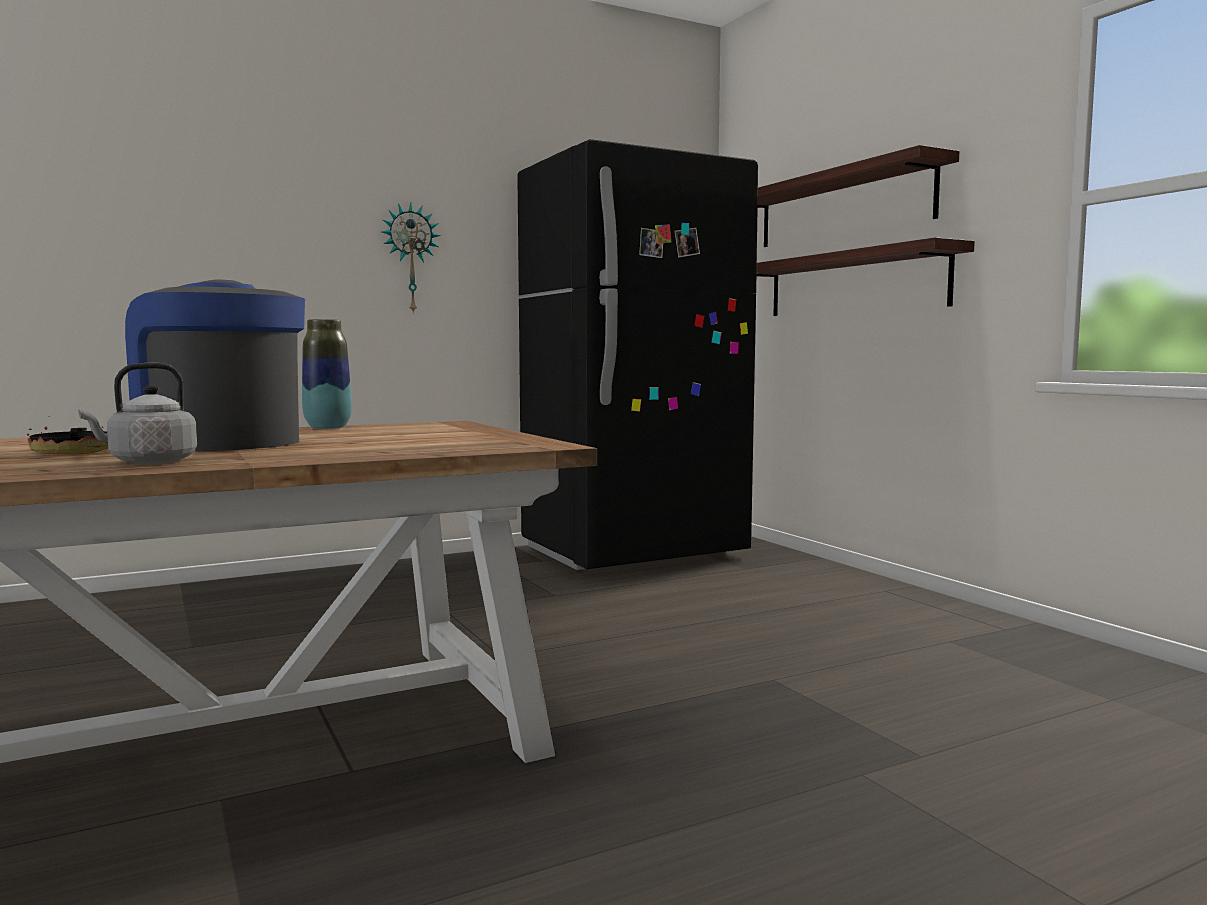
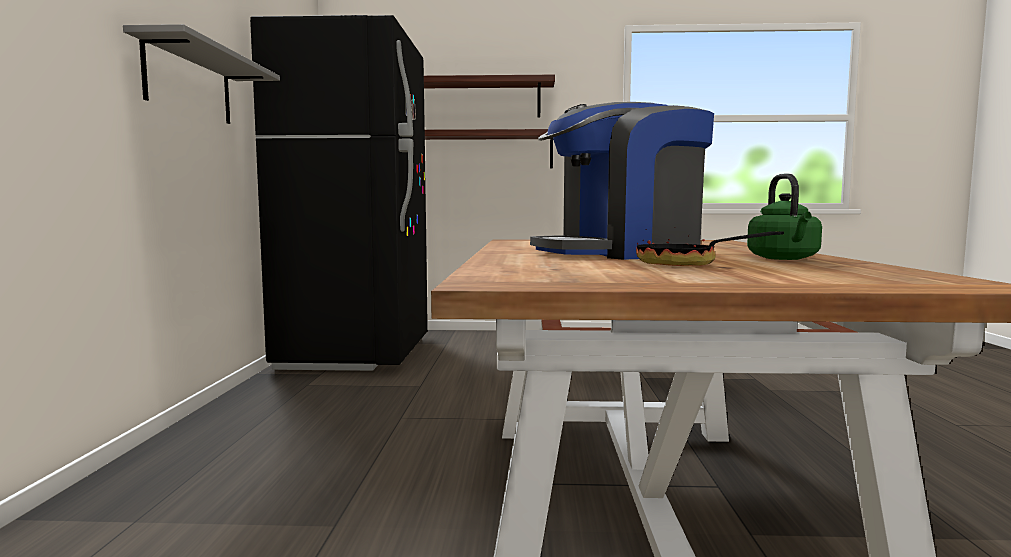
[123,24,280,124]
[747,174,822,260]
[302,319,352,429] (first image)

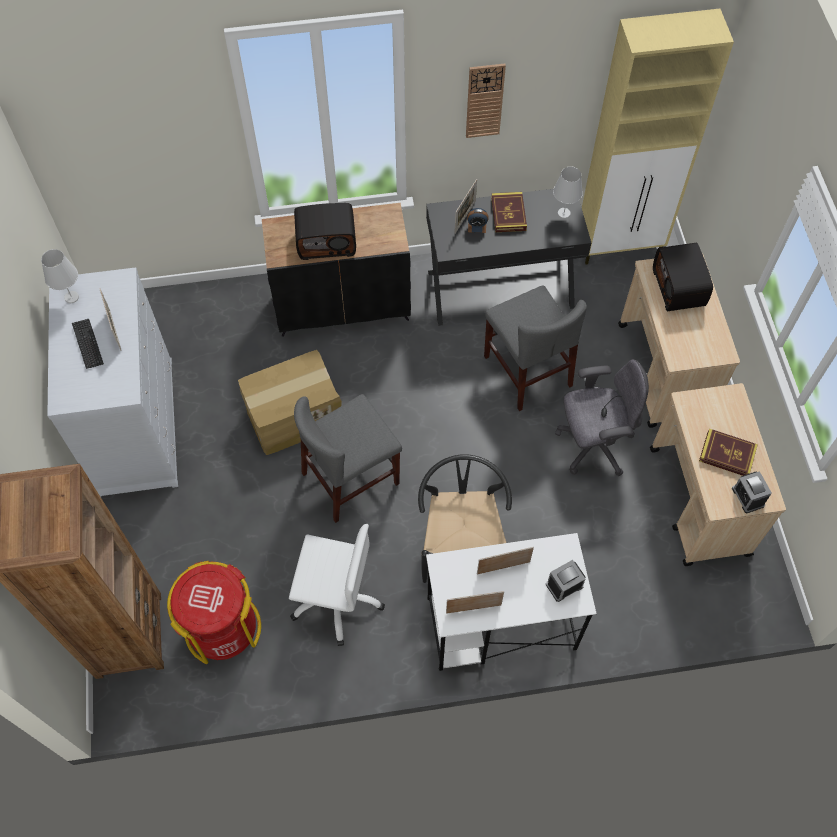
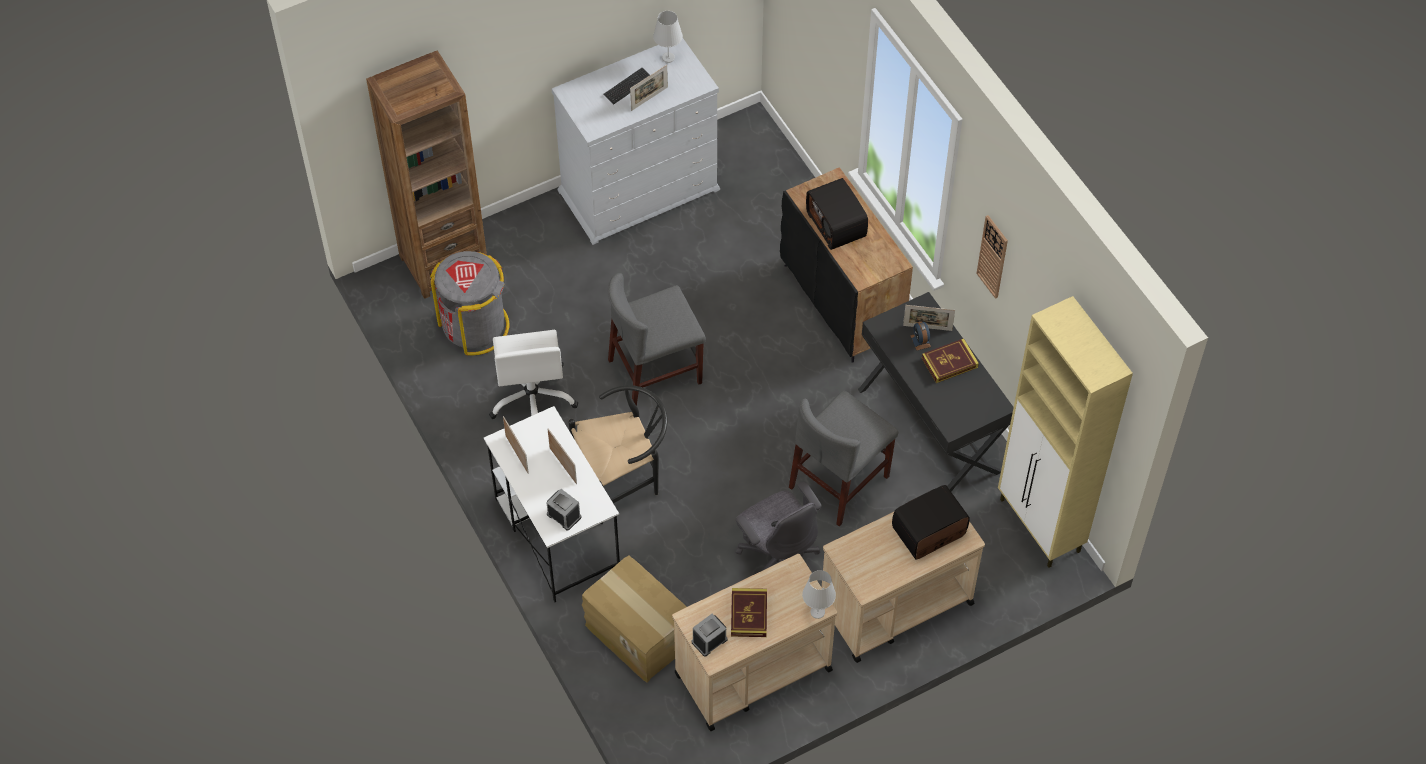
[430,251,509,356]
[582,555,687,683]
[608,273,706,406]
[802,570,836,619]

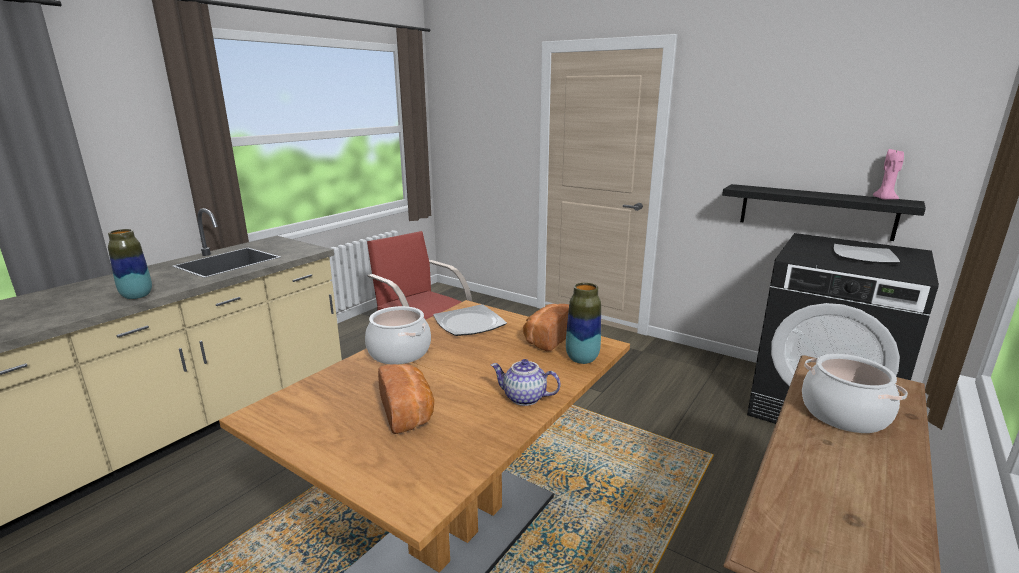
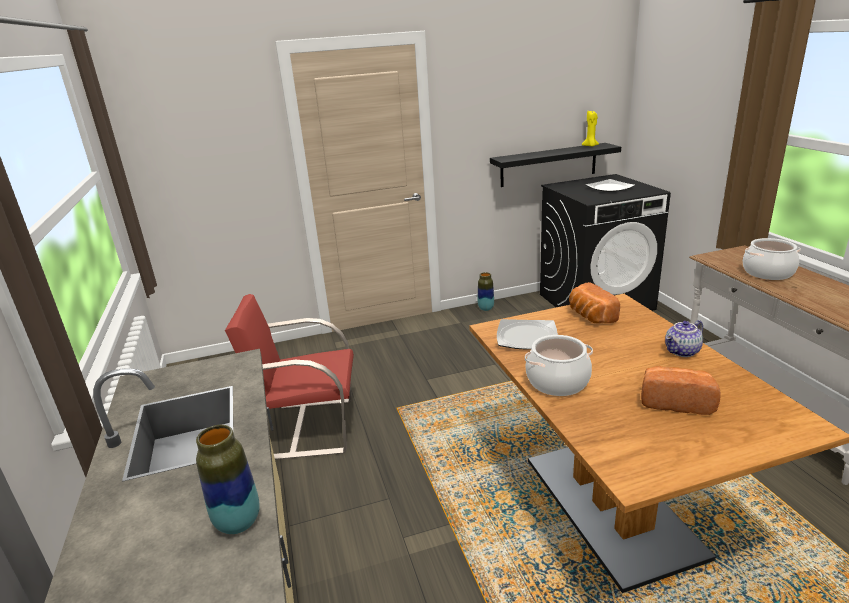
[477,272,494,311]
[582,111,599,147]

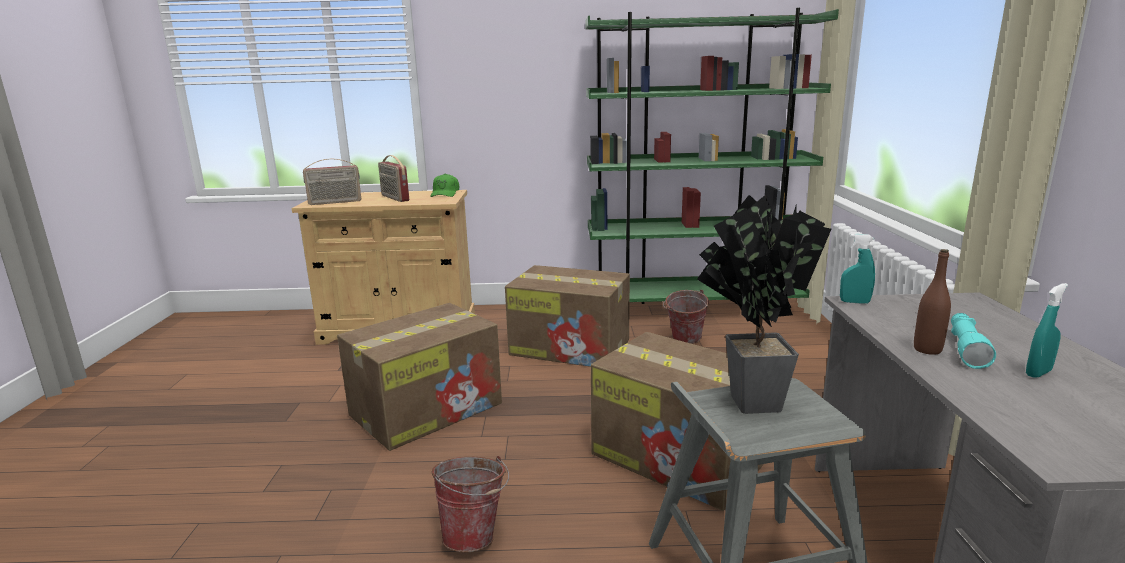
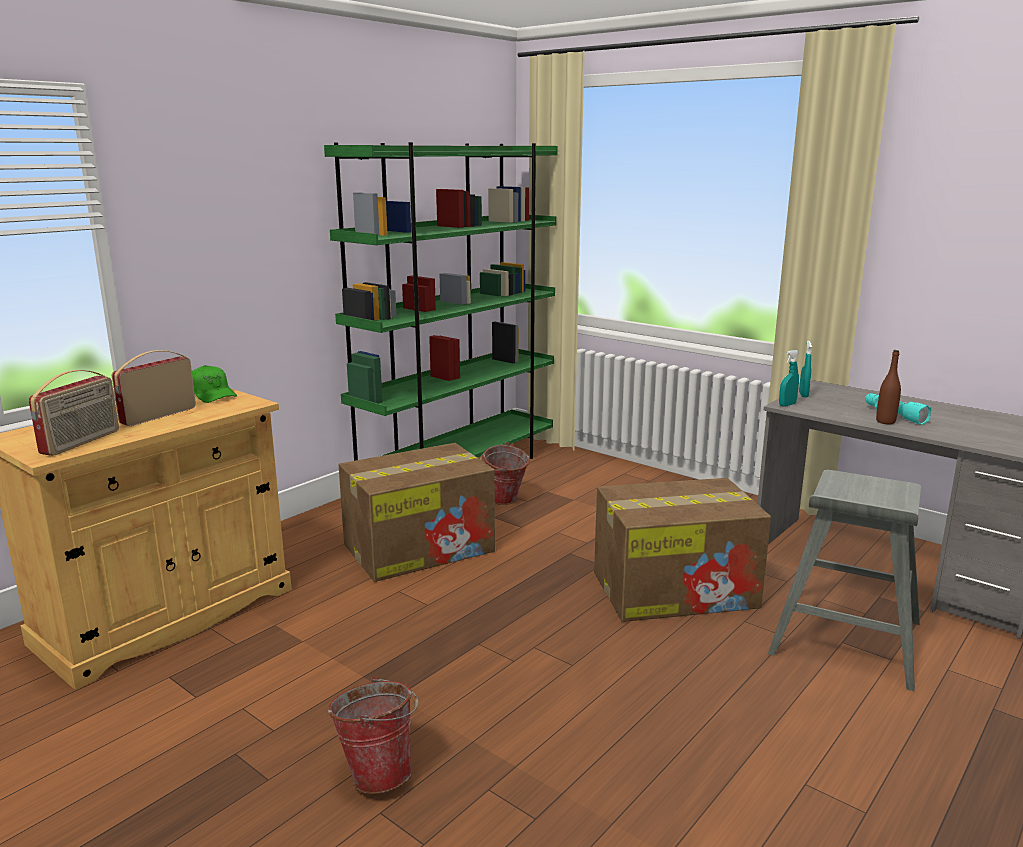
[112,350,196,426]
[328,676,419,794]
[799,341,812,398]
[337,303,502,451] (first image)
[697,195,831,414] (first image)

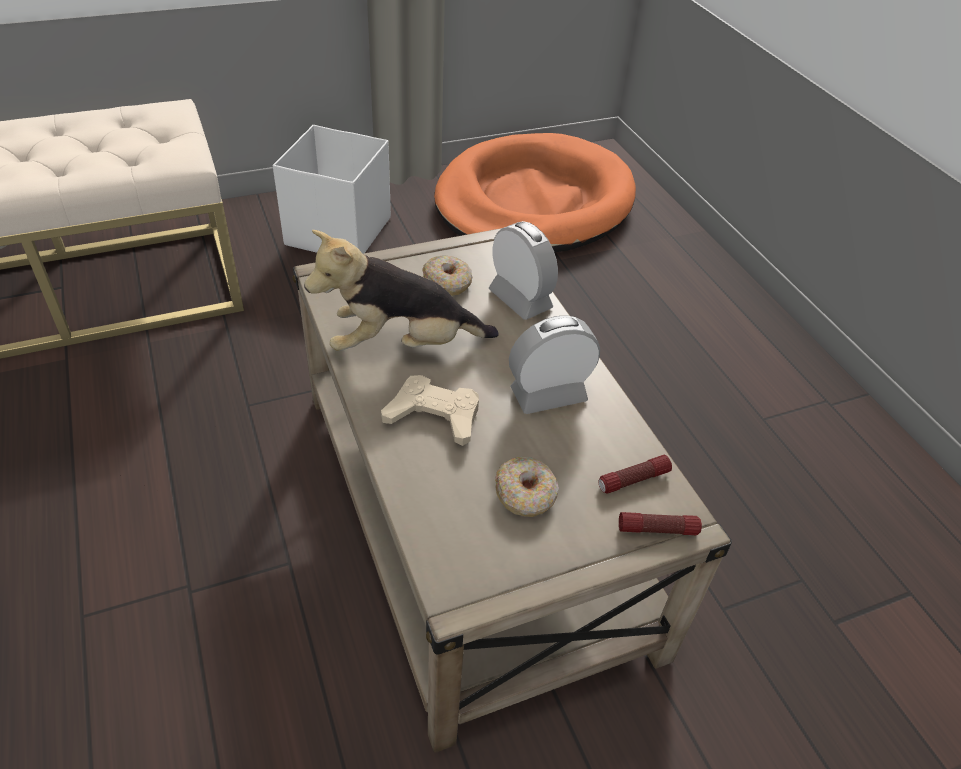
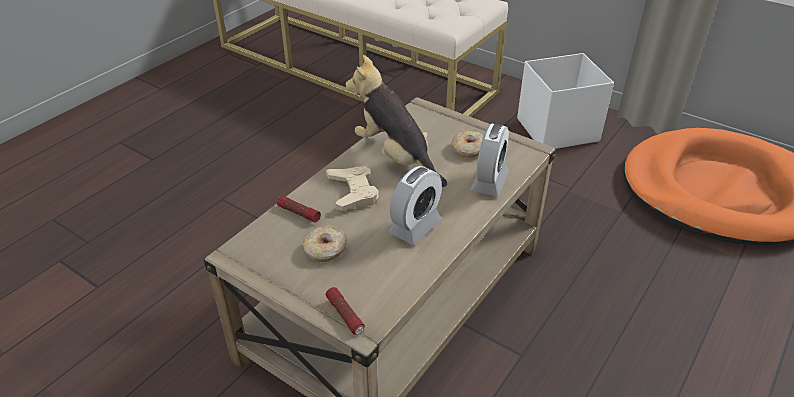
[277,196,321,223]
[389,166,442,245]

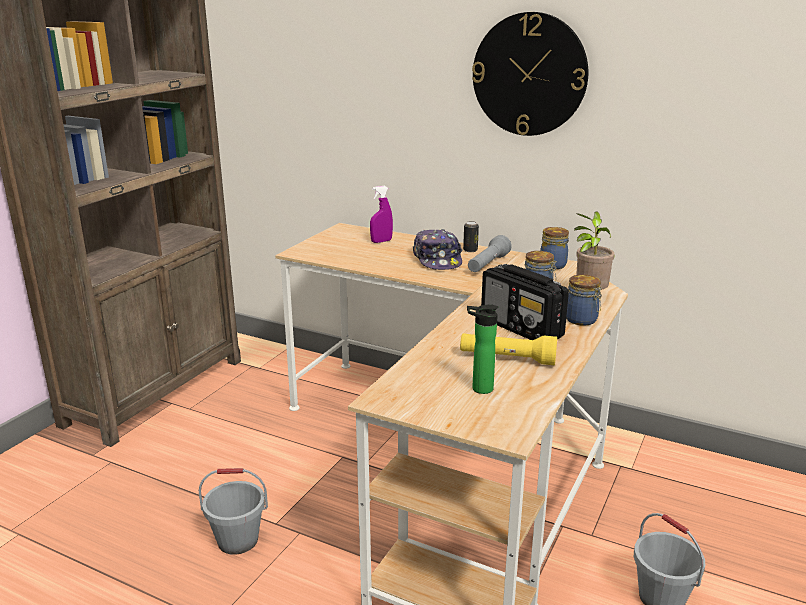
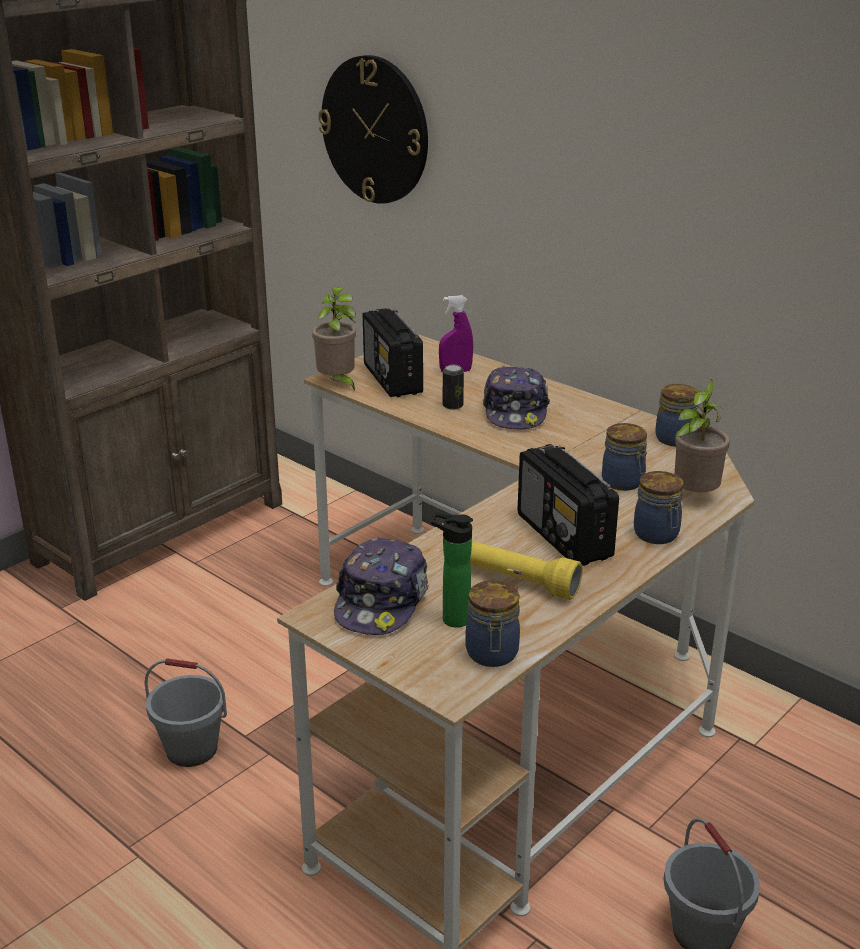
[312,286,356,391]
[318,55,428,204]
[334,537,429,635]
[363,308,423,397]
[443,365,464,410]
[465,580,520,667]
[468,235,512,272] (first image)

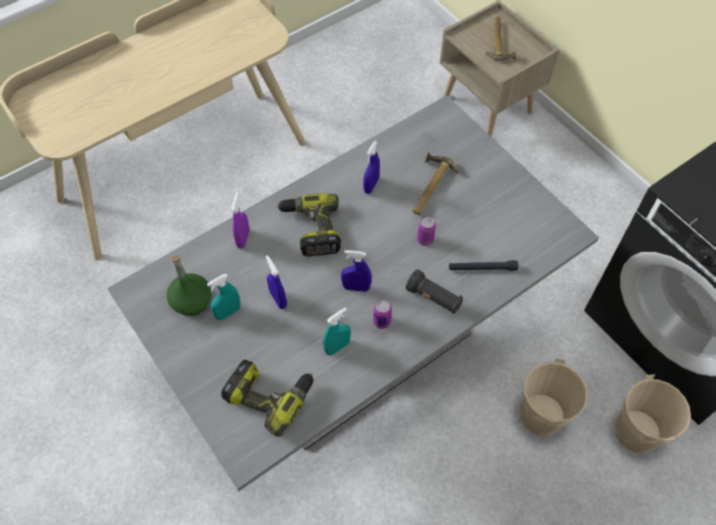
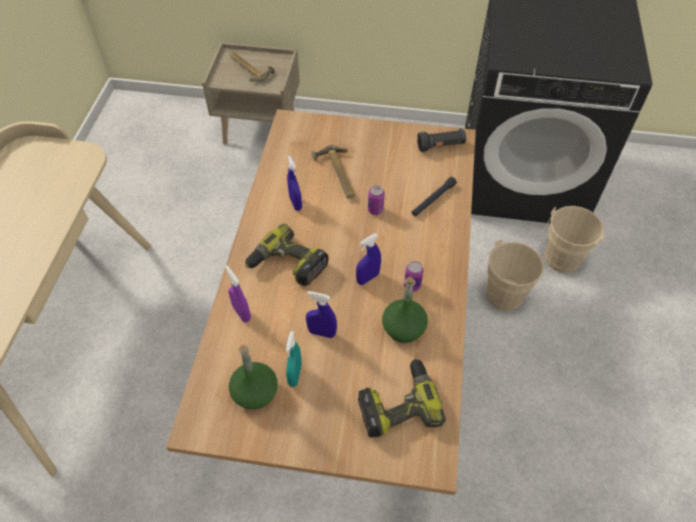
[166,109,476,495]
[382,277,428,343]
[417,128,467,152]

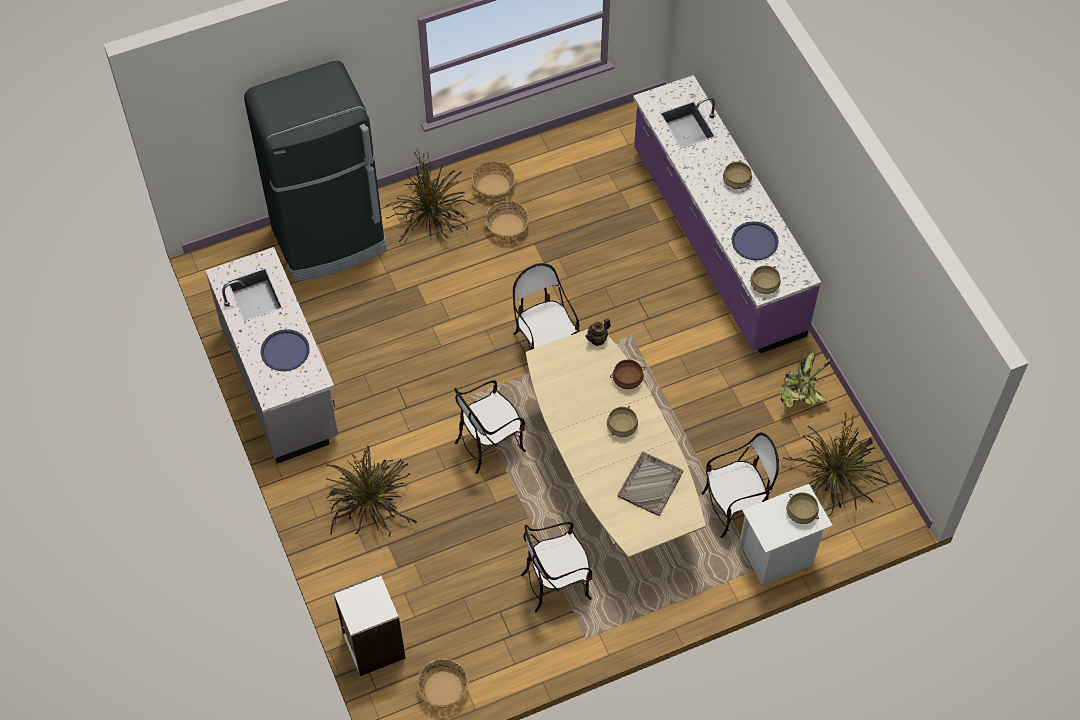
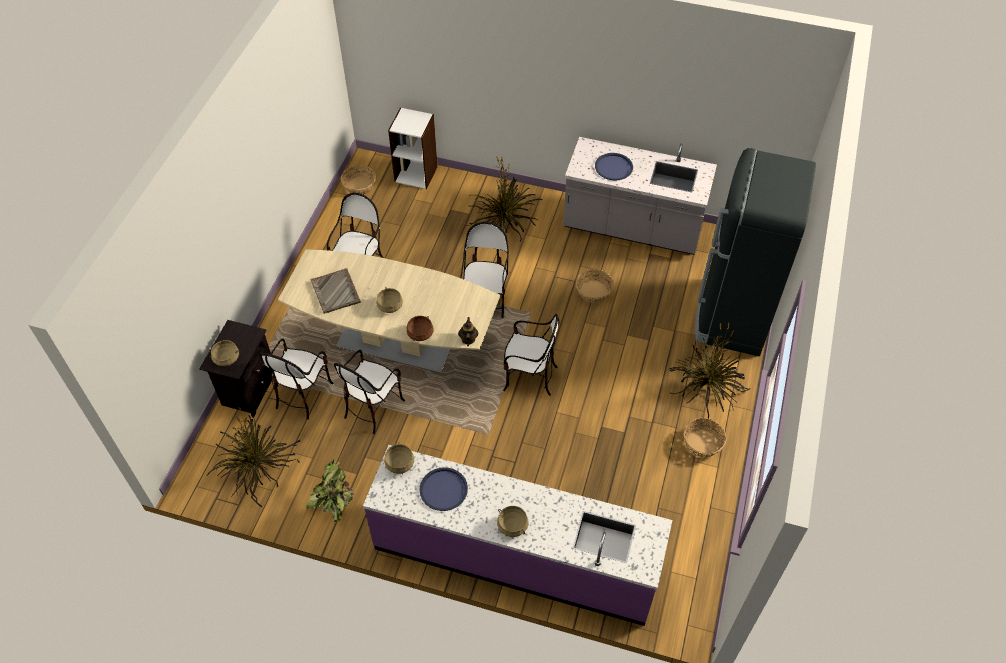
[199,320,272,418]
[334,350,405,434]
[576,269,614,303]

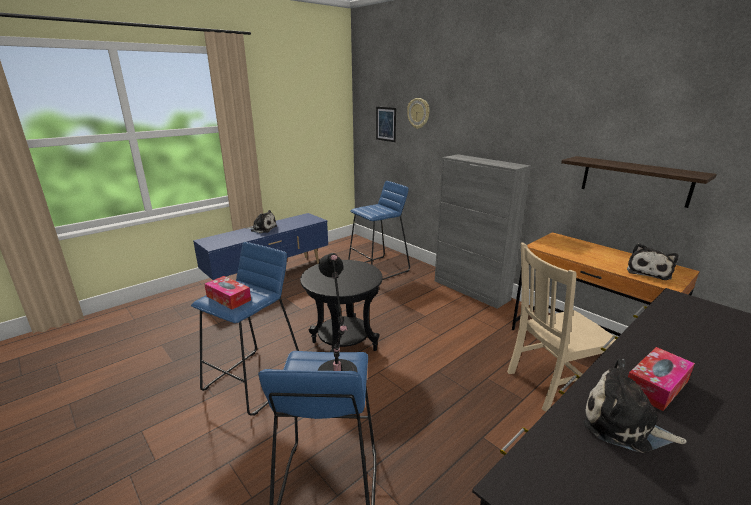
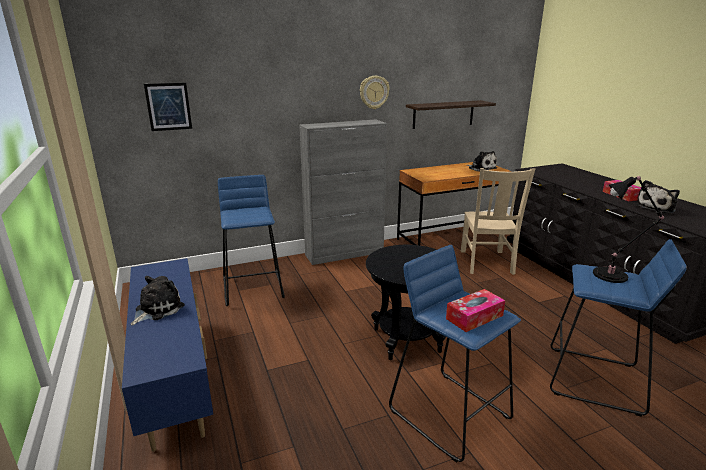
[360,76,390,109]

